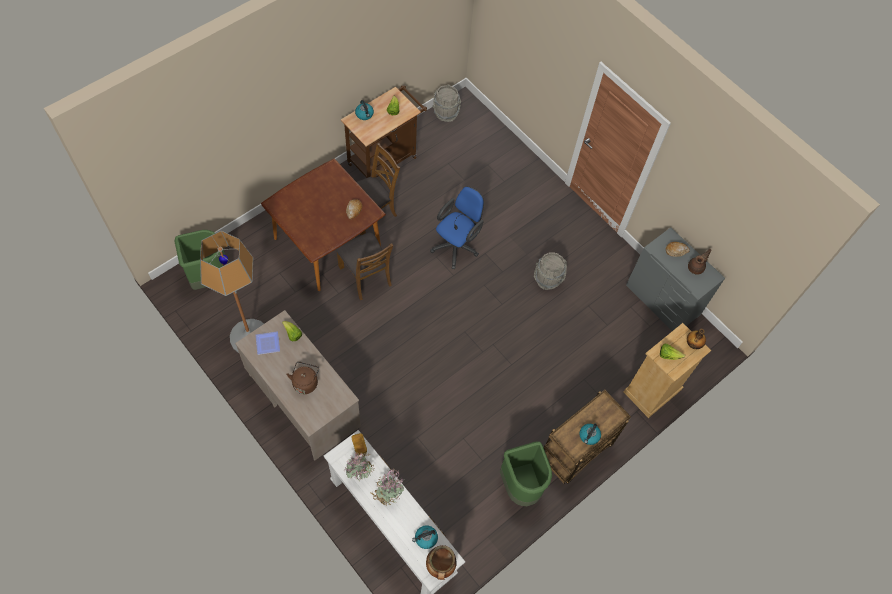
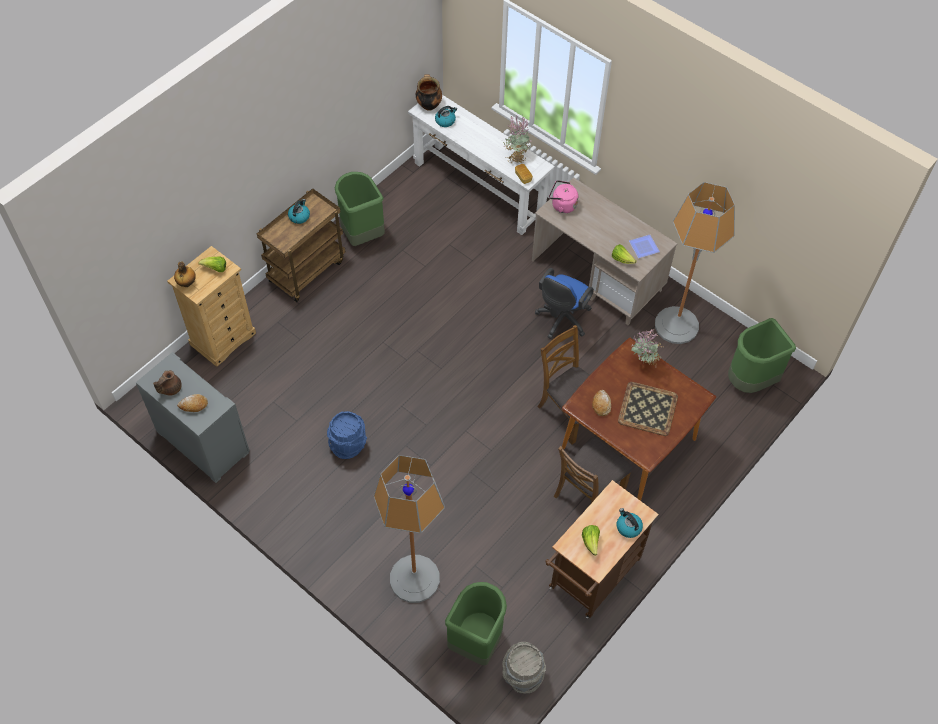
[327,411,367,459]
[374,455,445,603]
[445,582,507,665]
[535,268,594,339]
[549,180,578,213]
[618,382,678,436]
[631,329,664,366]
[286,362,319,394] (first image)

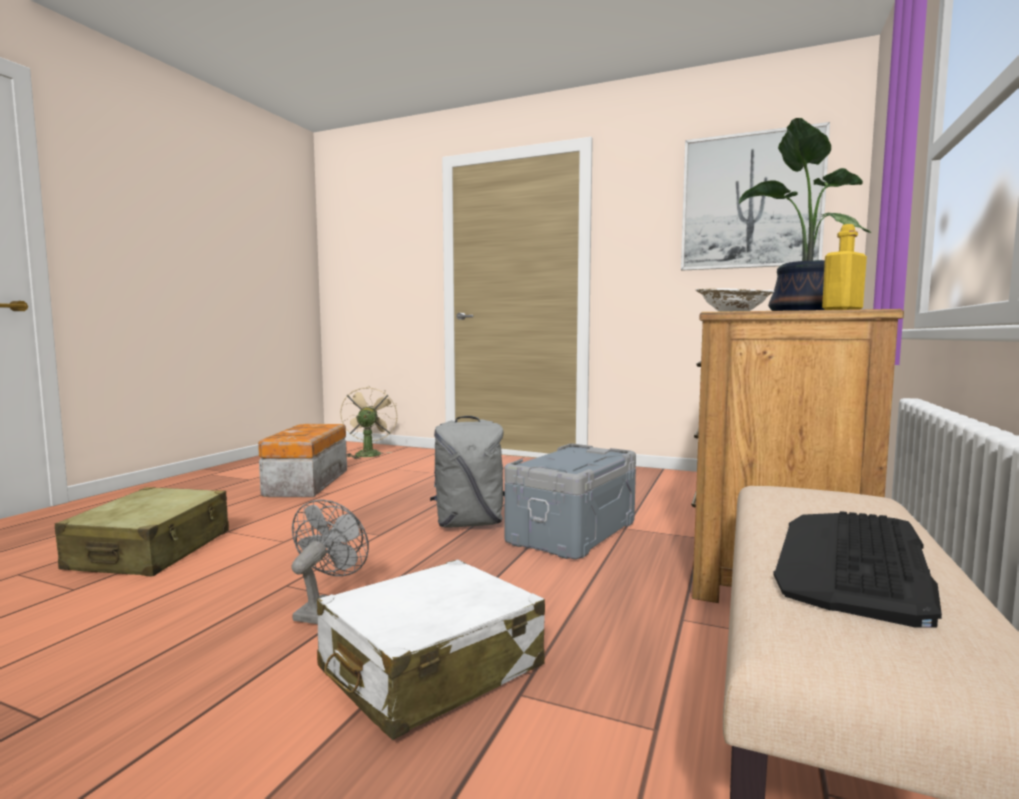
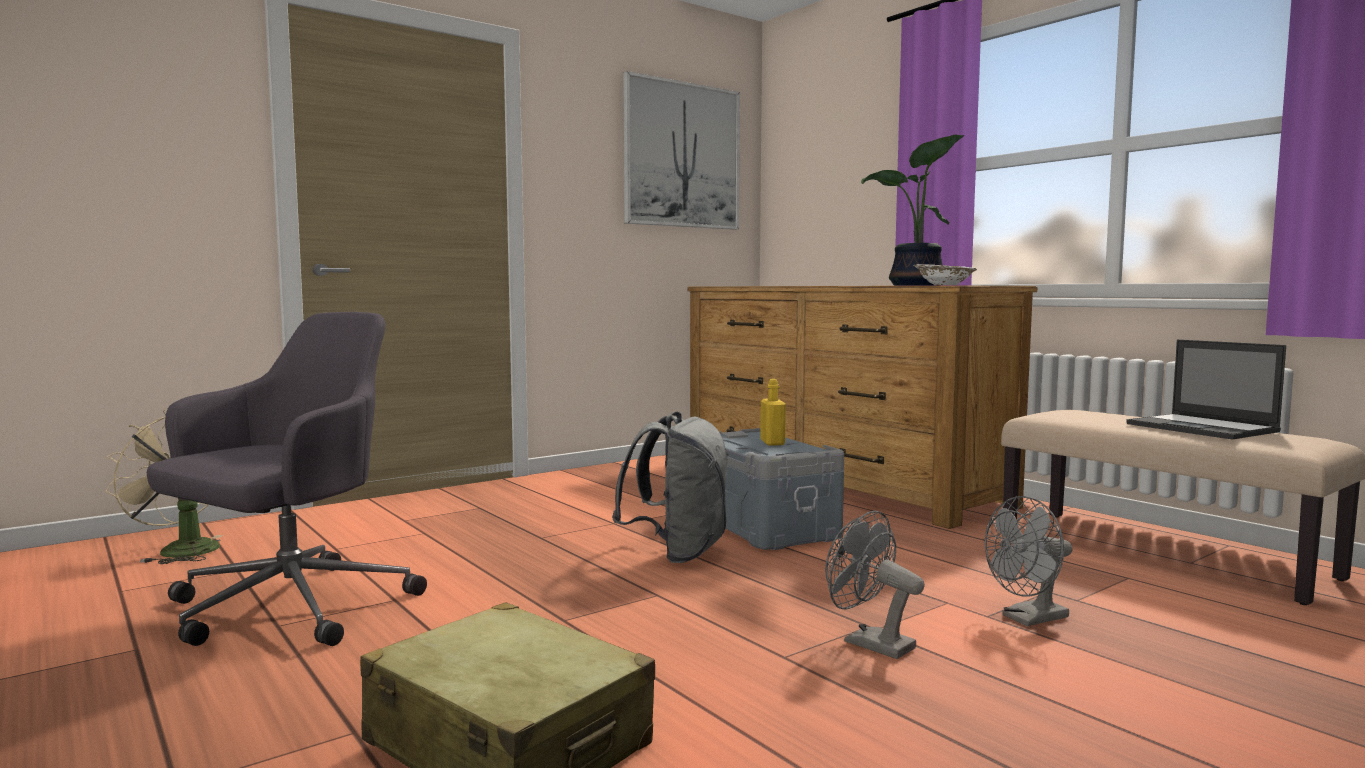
[147,312,427,646]
[760,379,786,446]
[985,496,1073,626]
[1127,339,1286,440]

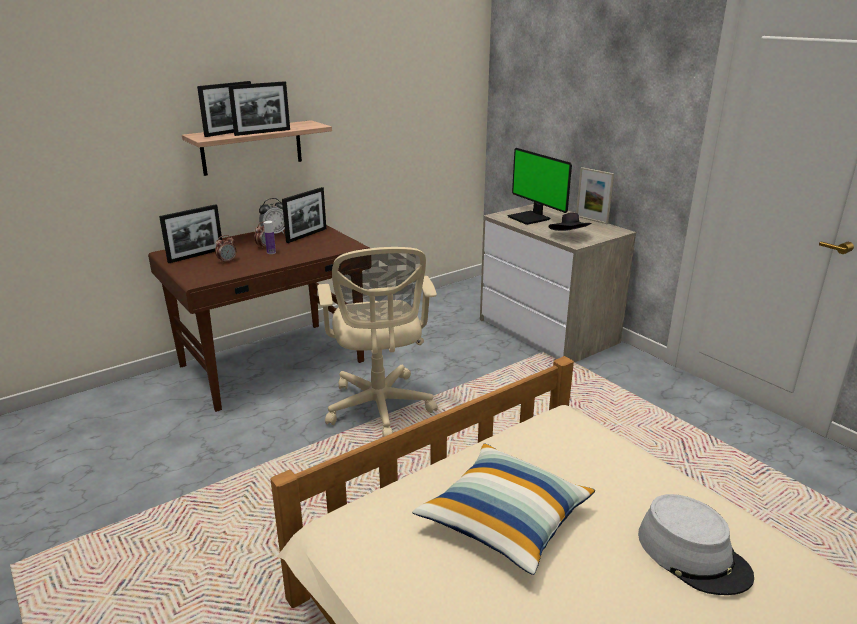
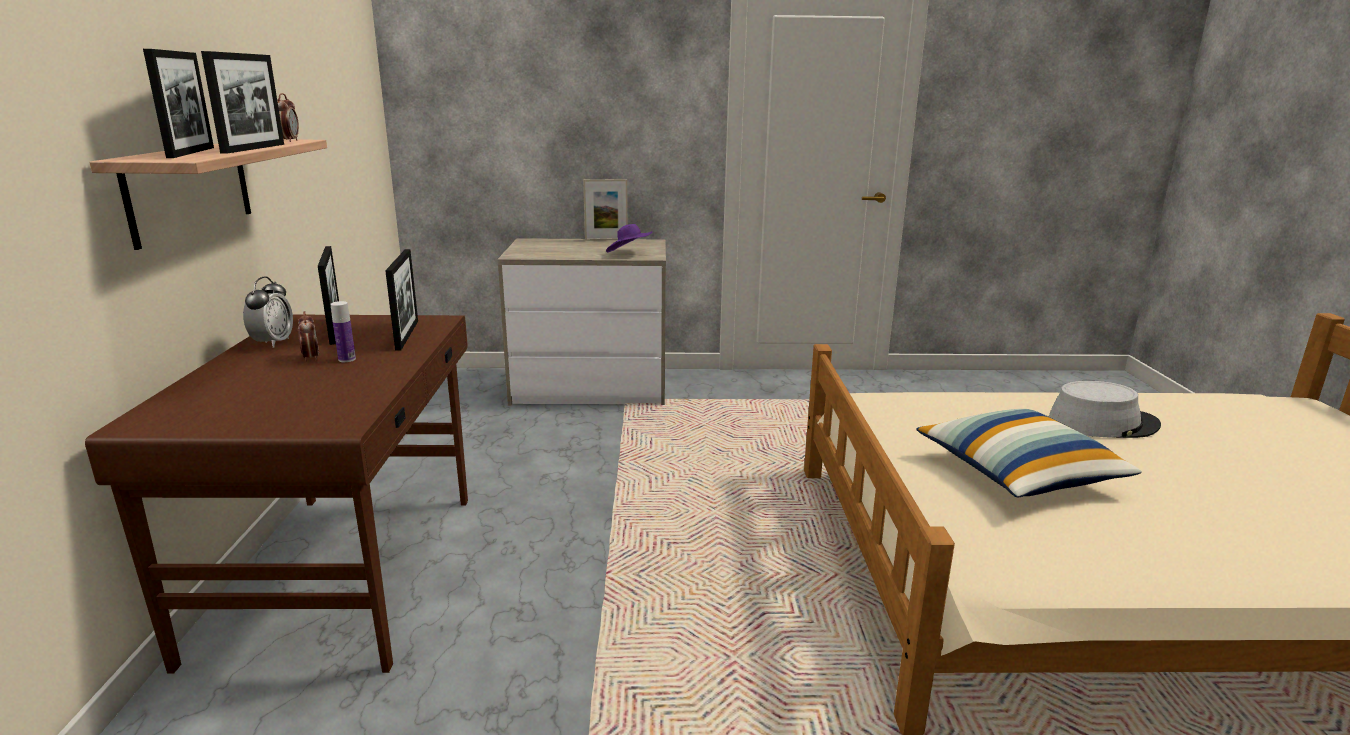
[277,93,299,142]
[385,249,418,351]
[606,224,652,252]
[317,247,438,437] (first image)
[508,148,572,225] (first image)

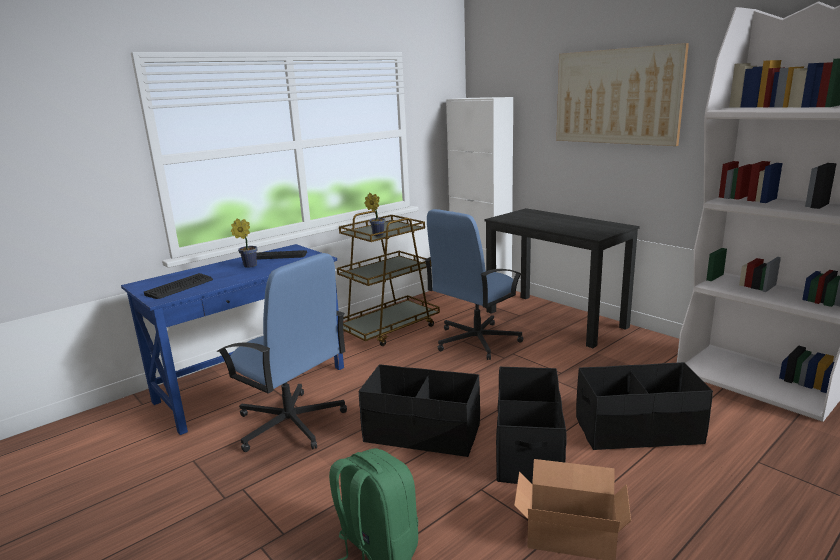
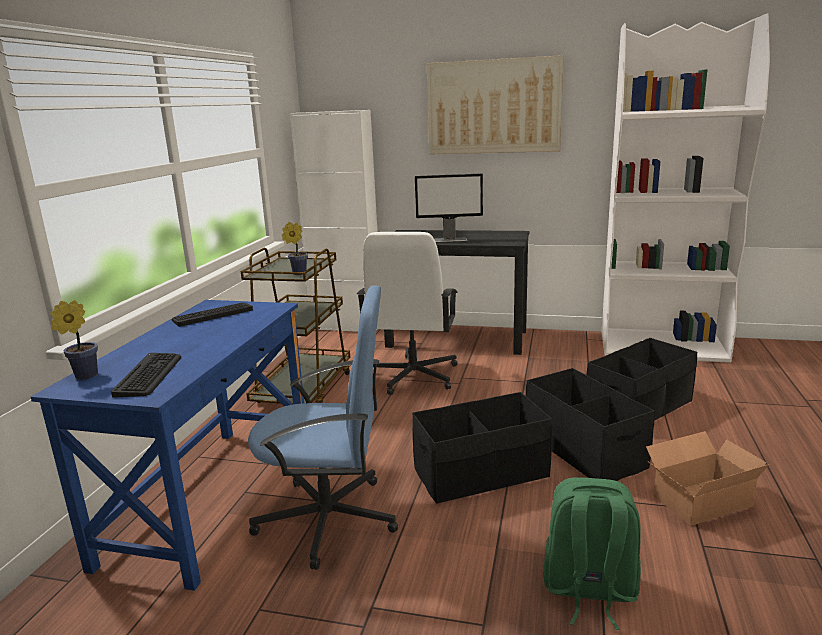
[51,300,98,379]
[357,232,458,395]
[415,173,483,242]

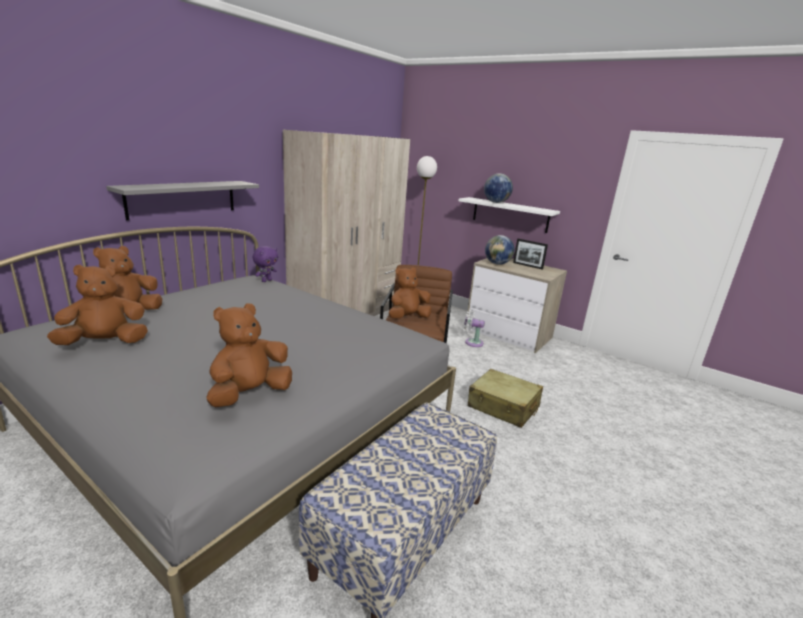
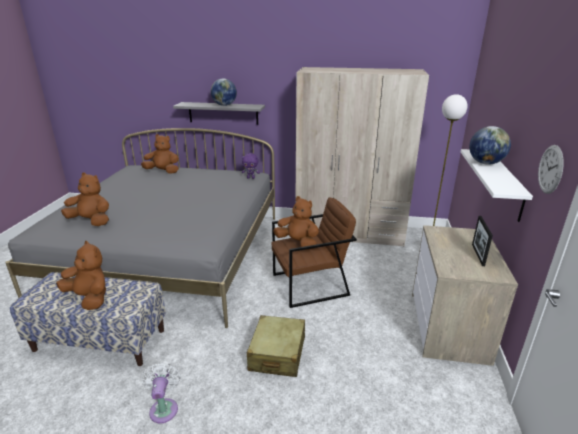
[56,241,106,310]
[141,362,180,424]
[211,78,237,106]
[538,145,564,194]

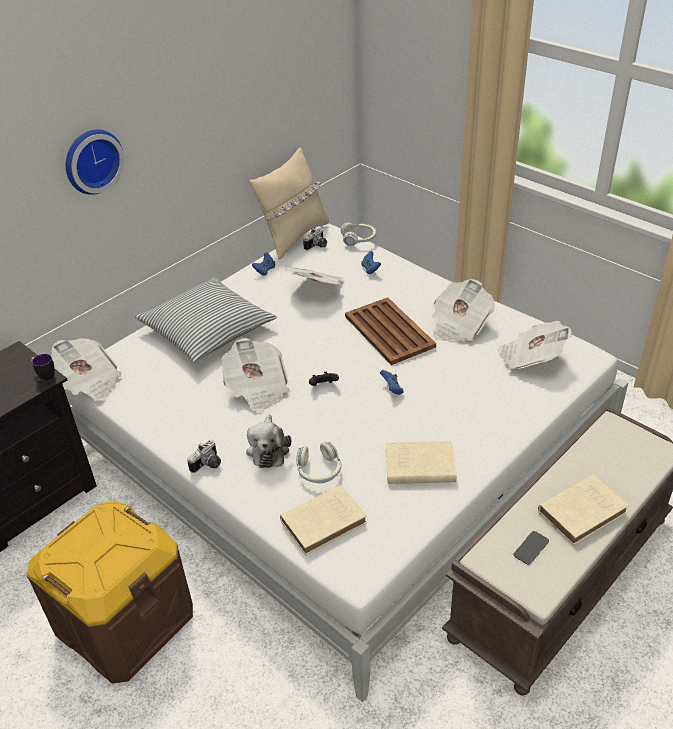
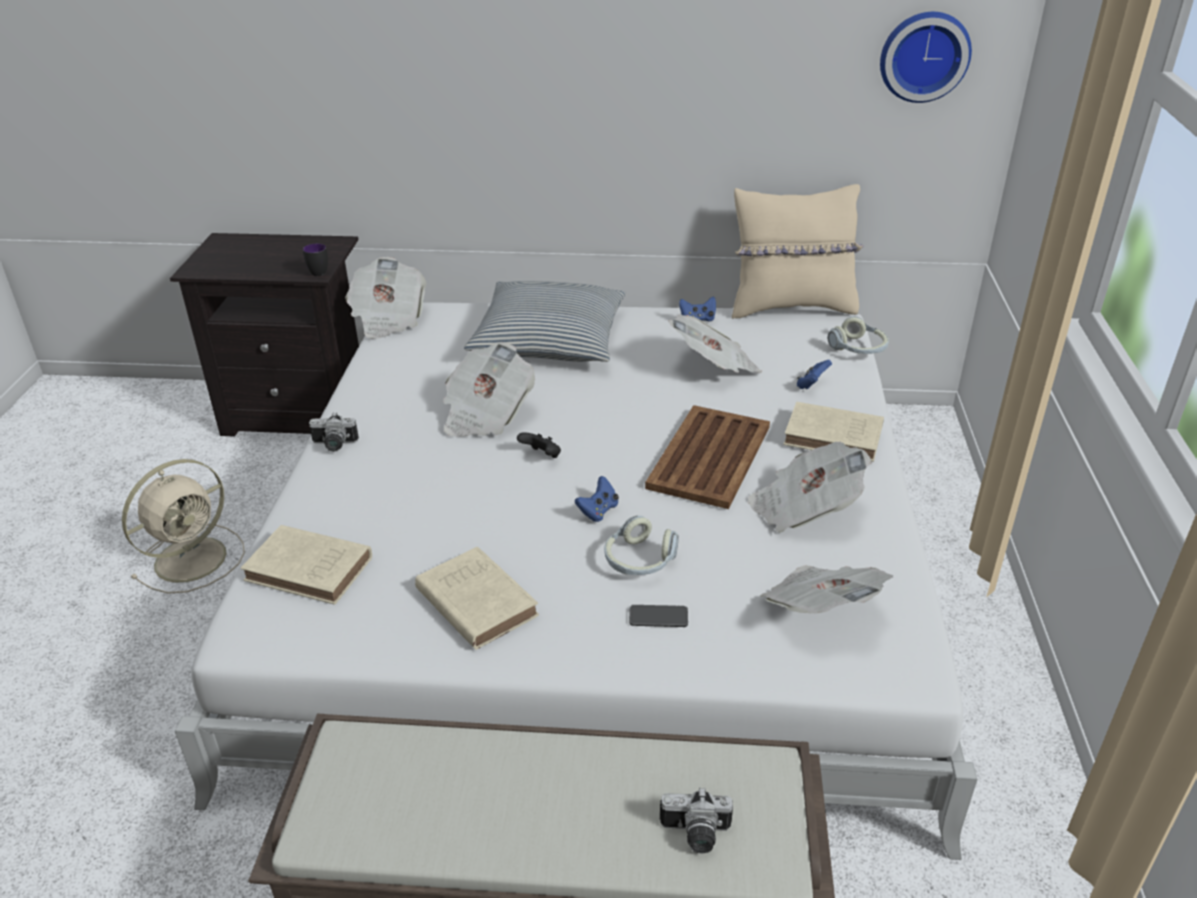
[122,459,245,594]
[604,516,679,575]
[629,605,688,627]
[660,787,733,853]
[783,402,884,462]
[880,12,972,103]
[246,415,291,468] (first image)

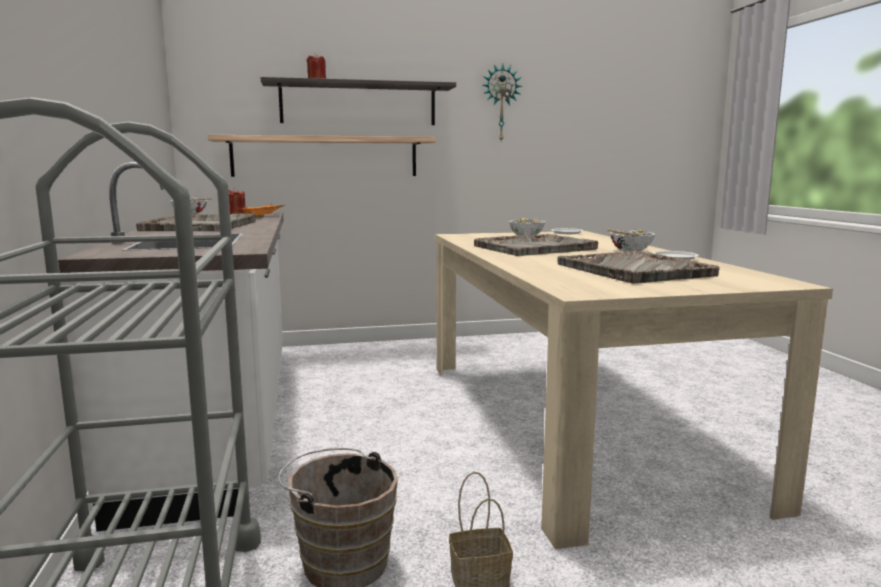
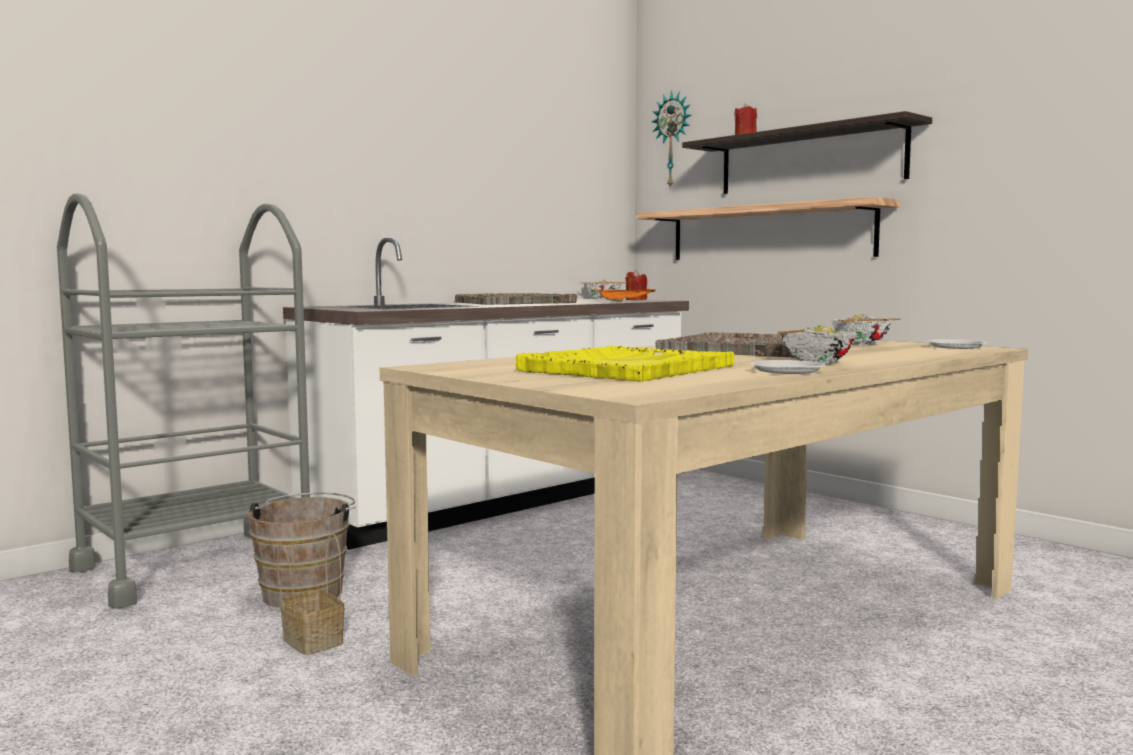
[516,346,734,382]
[652,91,691,188]

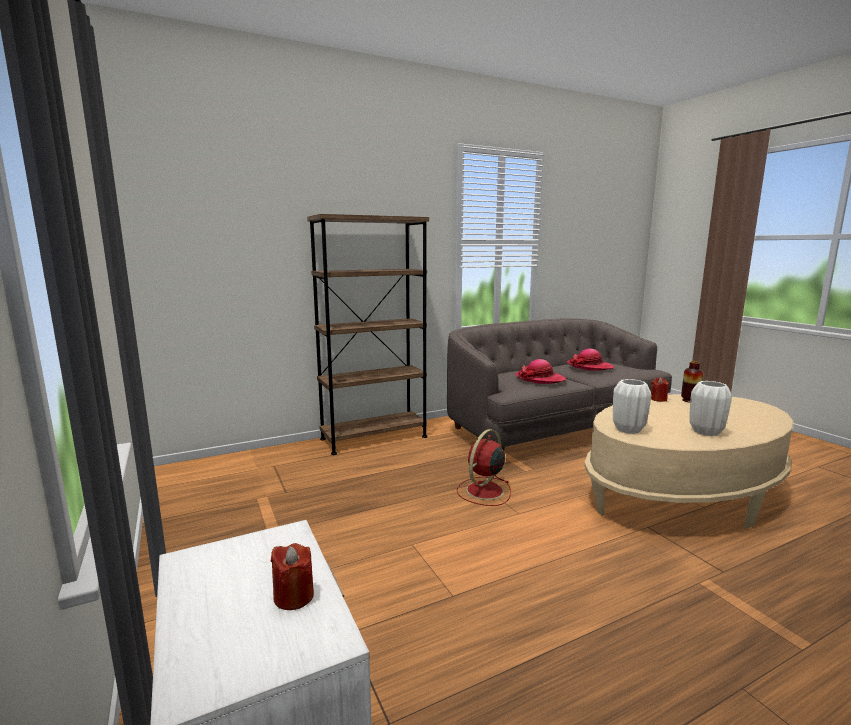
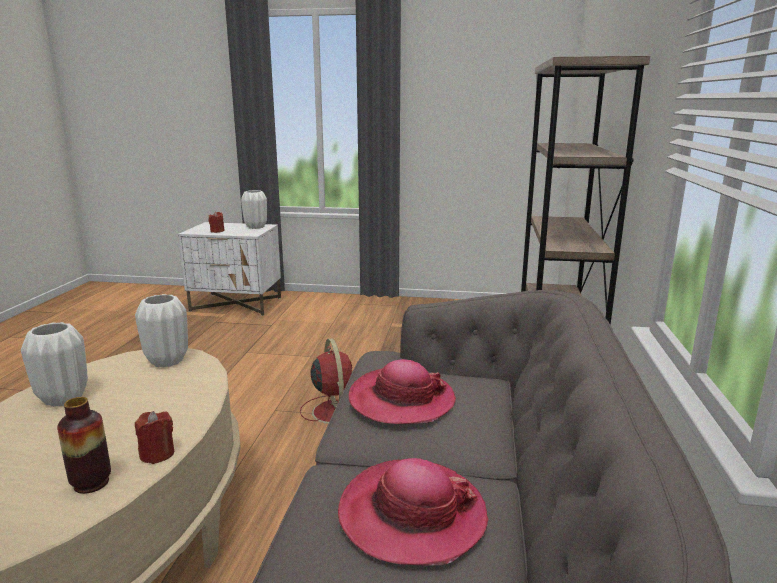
[241,190,267,229]

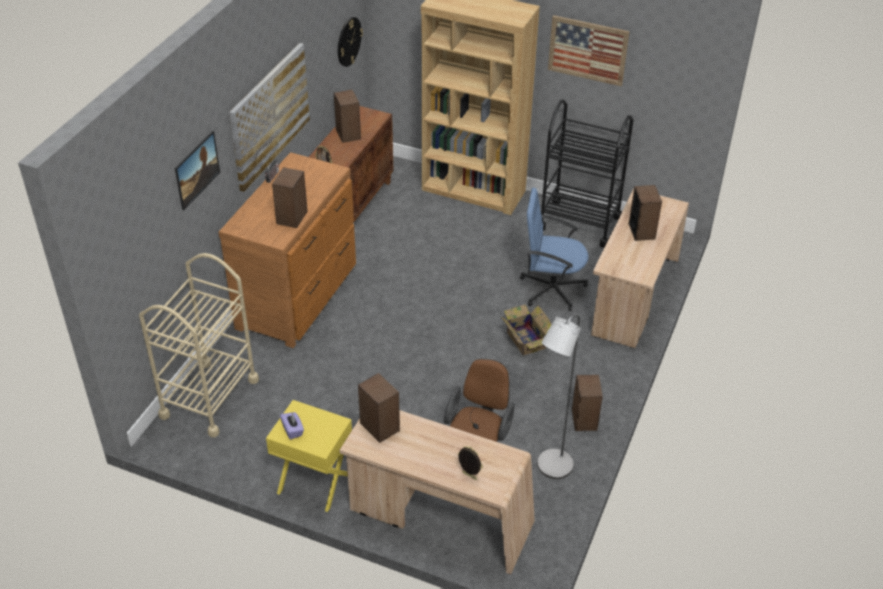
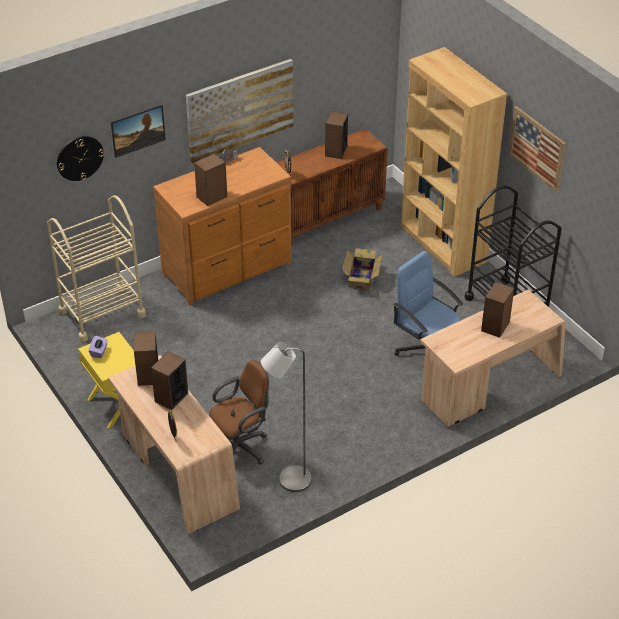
[57,136,104,181]
[151,351,188,410]
[342,248,383,290]

